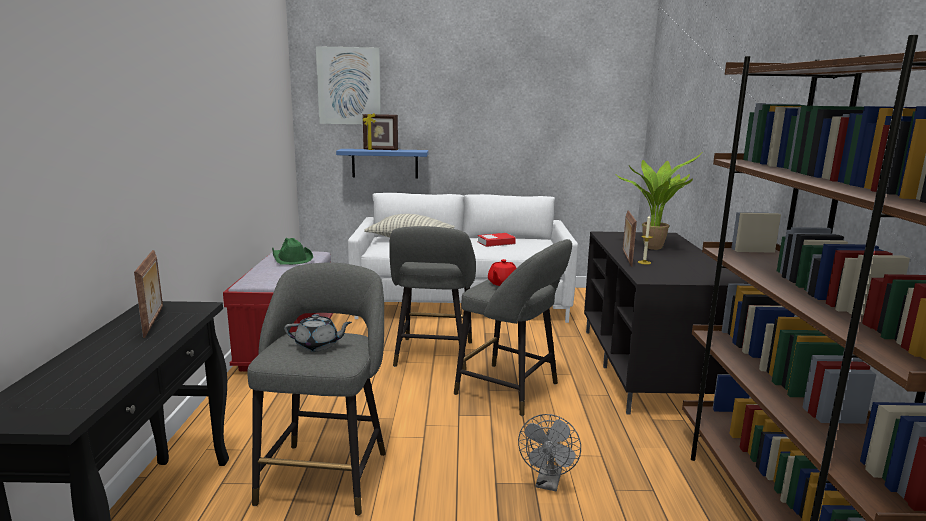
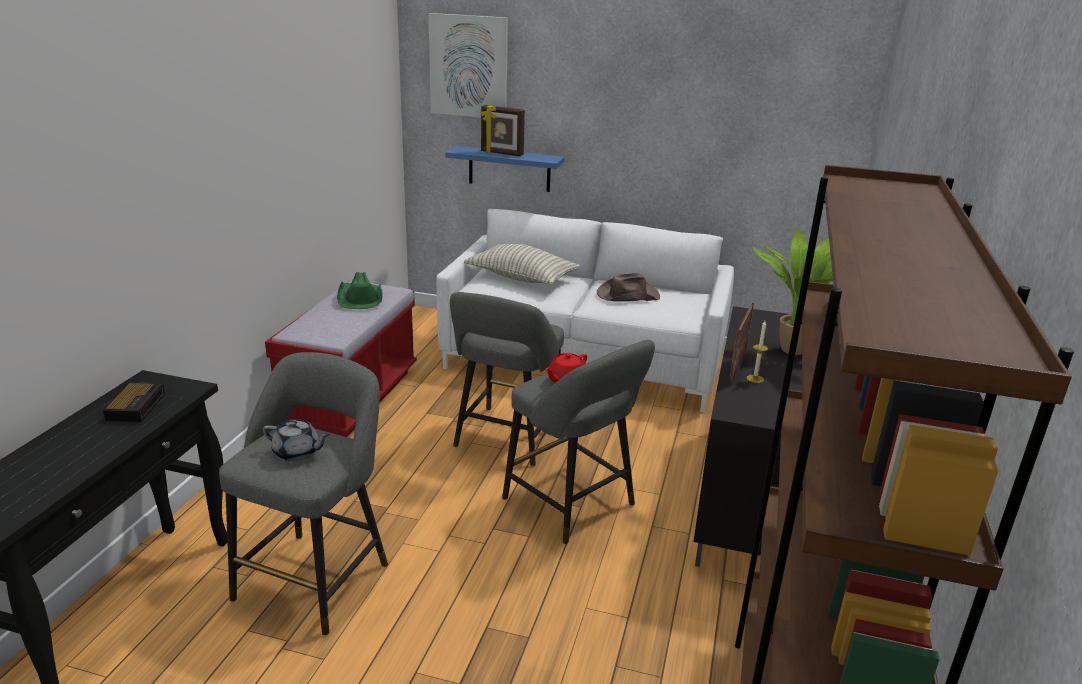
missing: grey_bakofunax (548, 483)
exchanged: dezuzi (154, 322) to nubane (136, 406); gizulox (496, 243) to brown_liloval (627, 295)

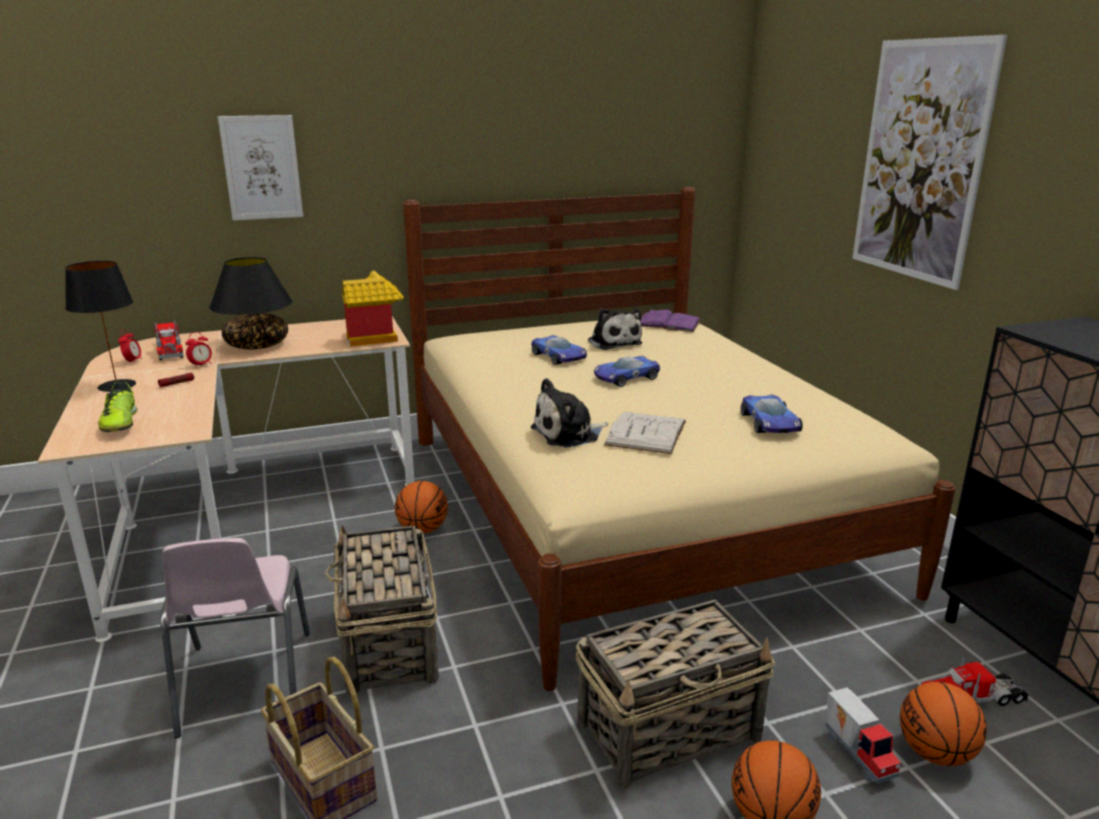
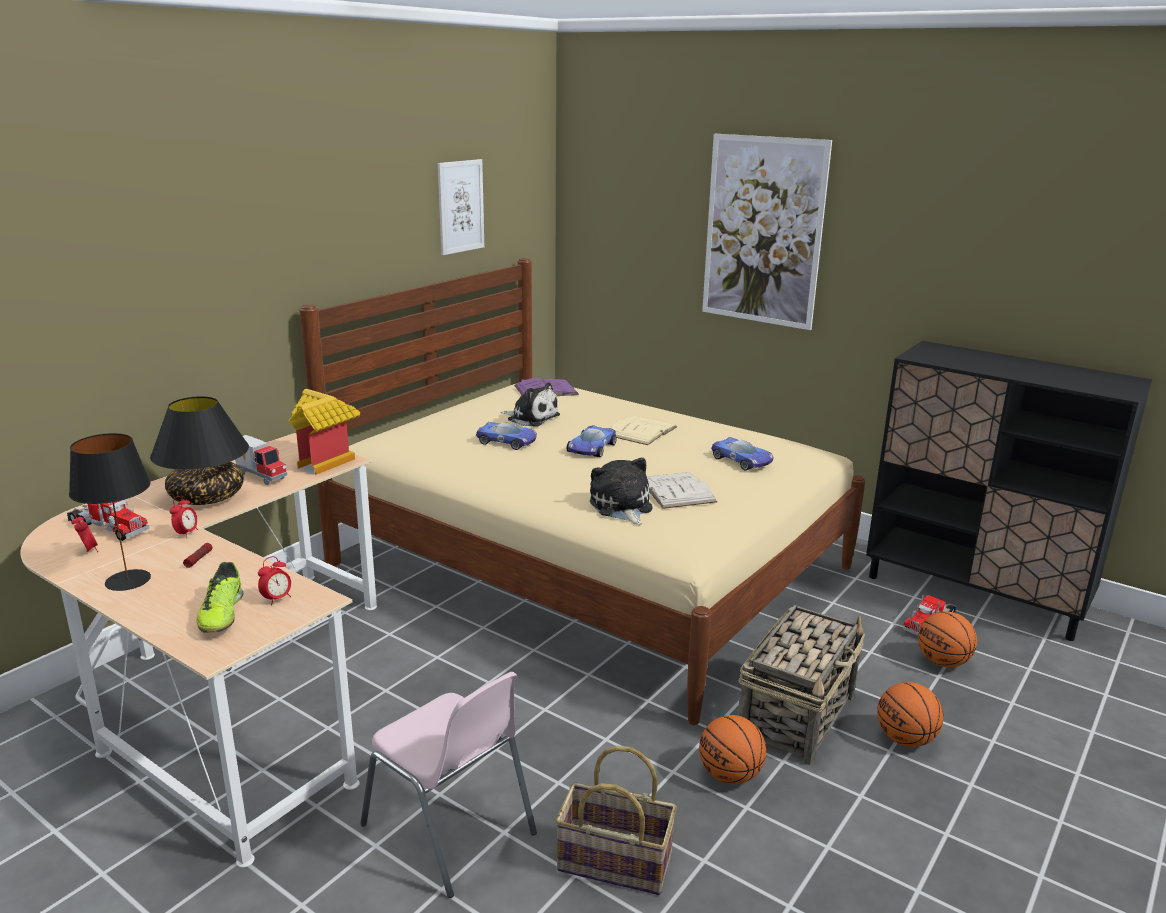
missing: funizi (389, 645)
appeared: nubane (277, 599); beige_gizulox (641, 431)
relocated: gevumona (859, 754) to (262, 476); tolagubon (261, 168) to (460, 206); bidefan (423, 530) to (730, 775)
spun: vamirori (120, 423) = (222, 614) 45 degrees clockwise; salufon (569, 434) = (621, 507) 135 degrees clockwise

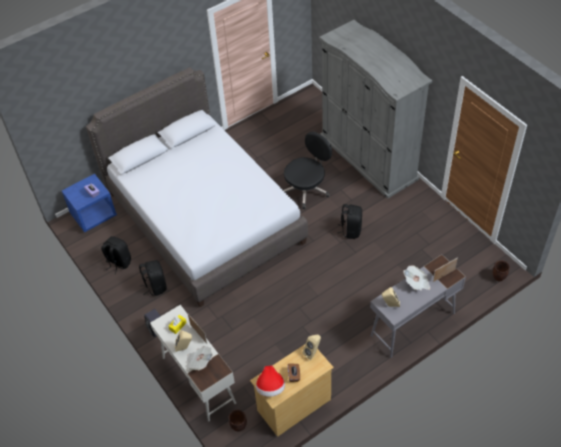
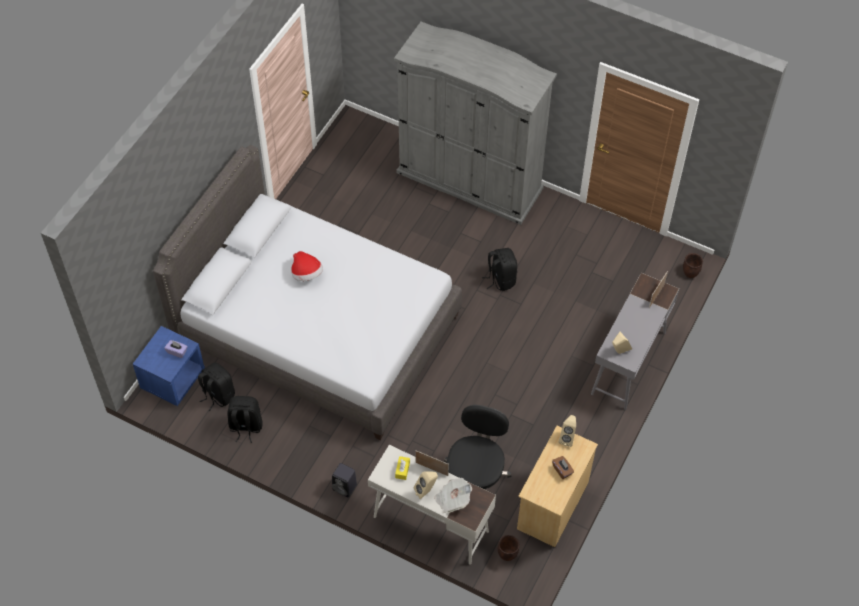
missing: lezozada (416, 283)
relocated: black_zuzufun (155, 286) to (218, 395); liloval (270, 388) to (307, 274); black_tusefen (307, 189) to (475, 476)

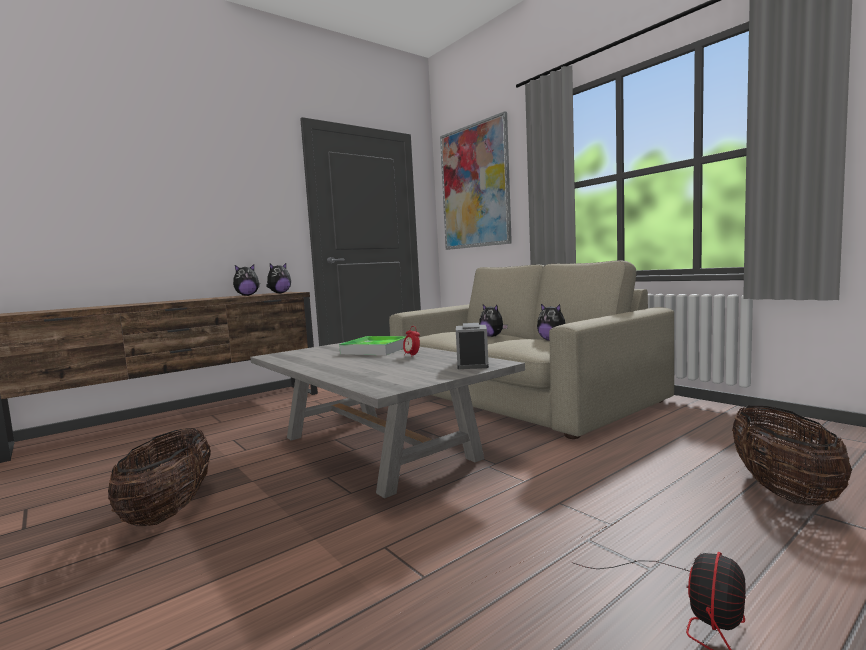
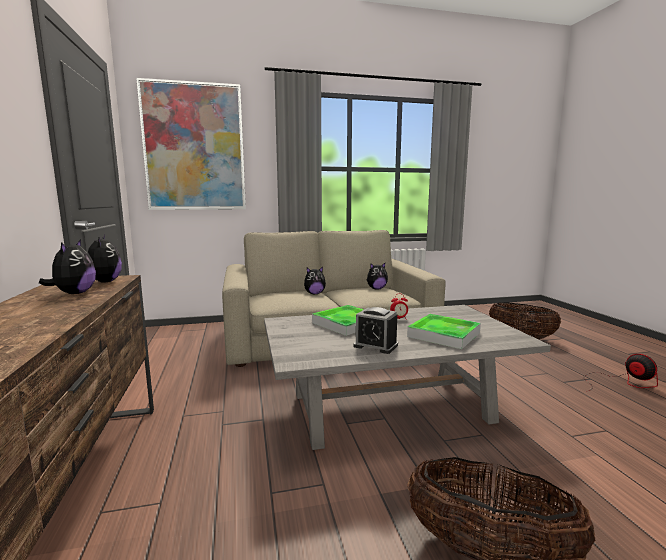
appeared: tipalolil (444, 335)
relocated: nubane (472, 364) to (375, 346)

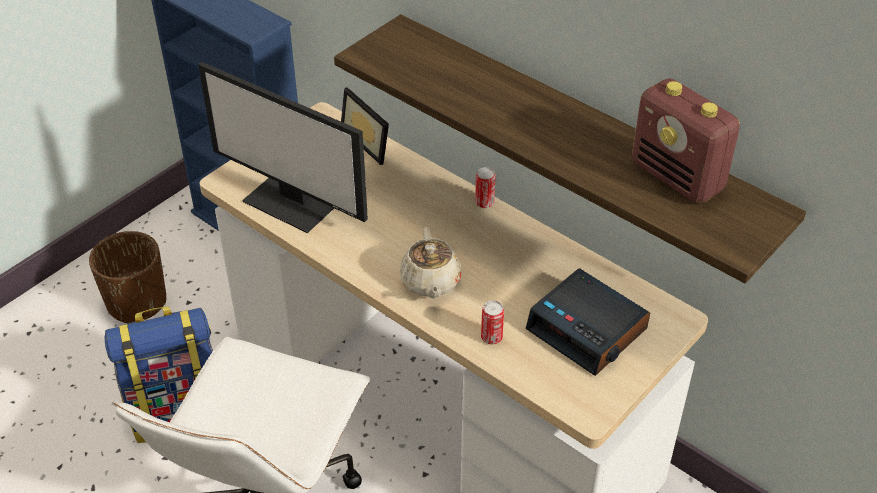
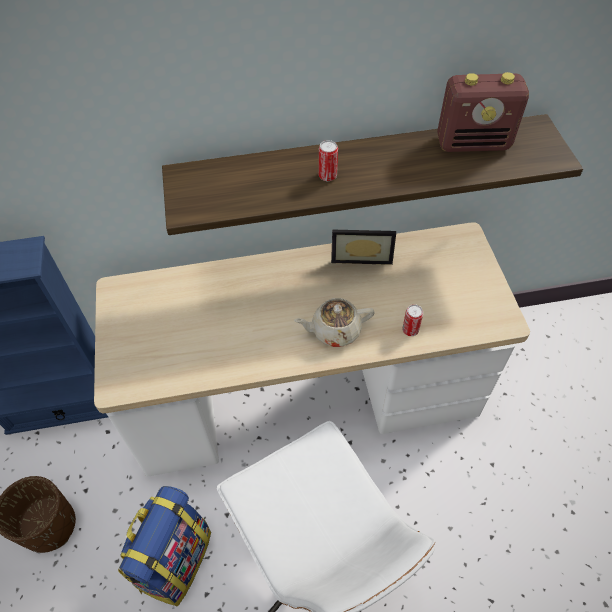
missing: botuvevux (292, 202); nubane (588, 330)
relocated: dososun (484, 203) to (327, 176); dezuzi (371, 141) to (361, 255)
spun: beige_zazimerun (430, 282) = (334, 330) 135 degrees clockwise

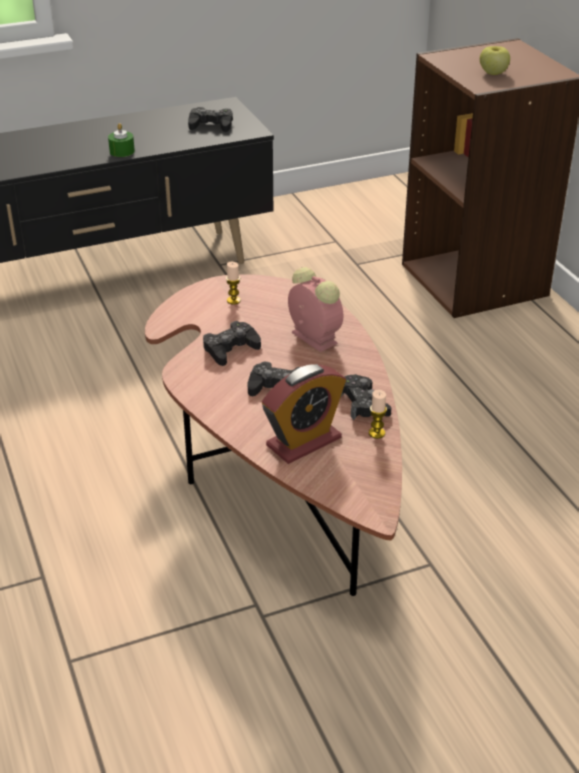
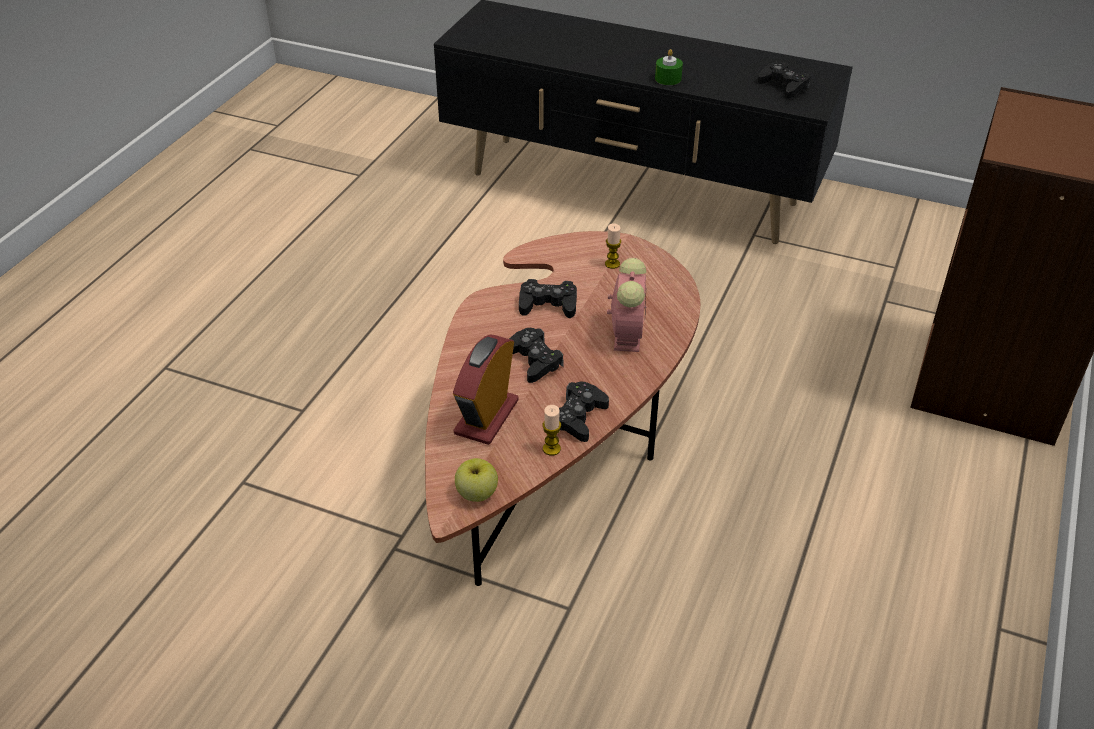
relocated: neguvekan (493, 73) to (477, 493)
spun: nubane (304, 442) = (486, 417) 105 degrees clockwise

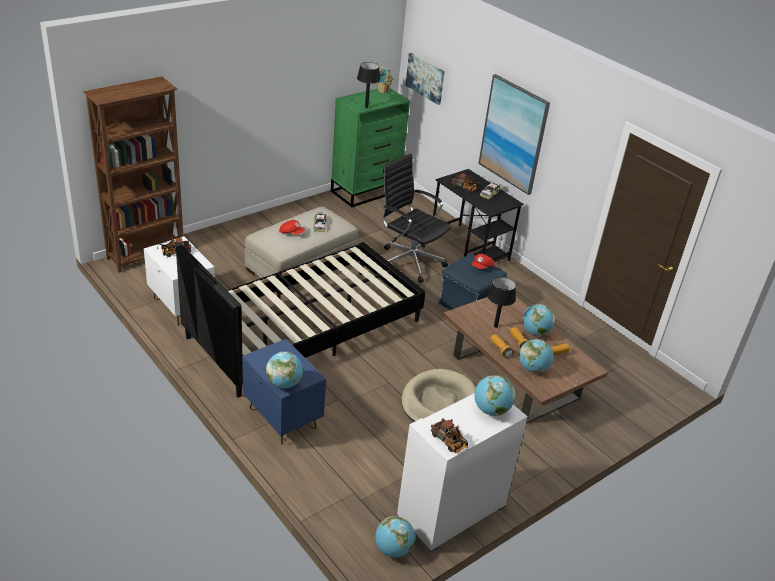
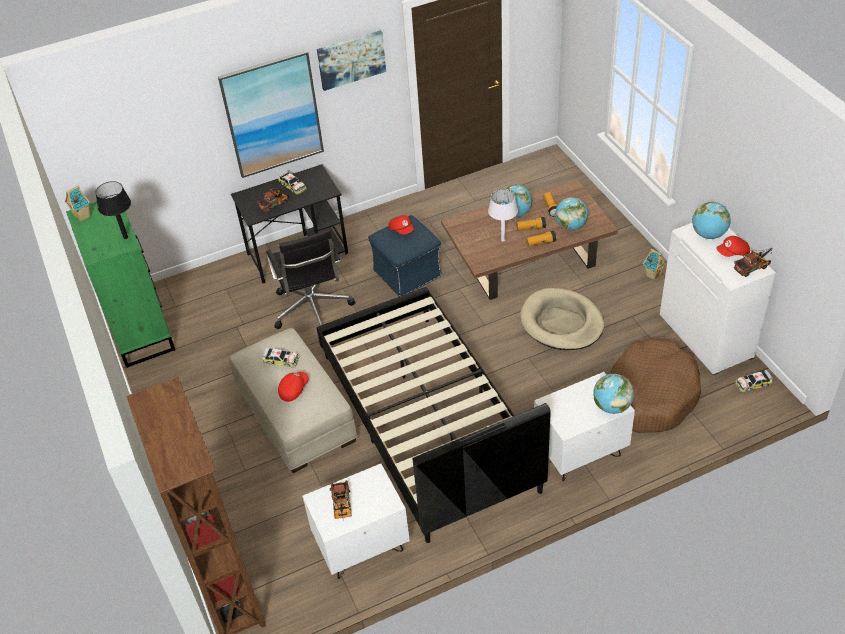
appeared: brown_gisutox (651, 395); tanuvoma (652, 274); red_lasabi (733, 253)
relocated: tolagubon (425, 78) to (351, 59)
exchanged: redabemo (393, 549) to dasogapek (752, 383)
colour: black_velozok (495, 326) to white_velozok (503, 239); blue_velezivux (282, 419) to white_velezivux (580, 453)
spun: black_tusefen (409, 261) = (312, 310) 75 degrees counterclockwise

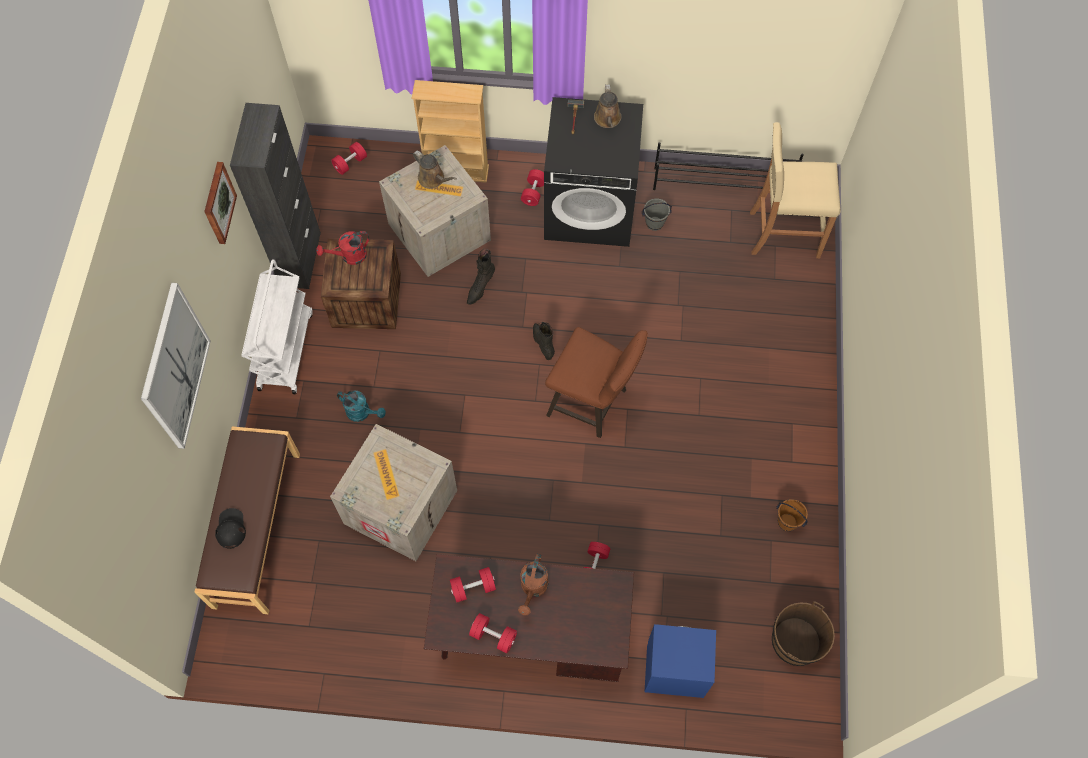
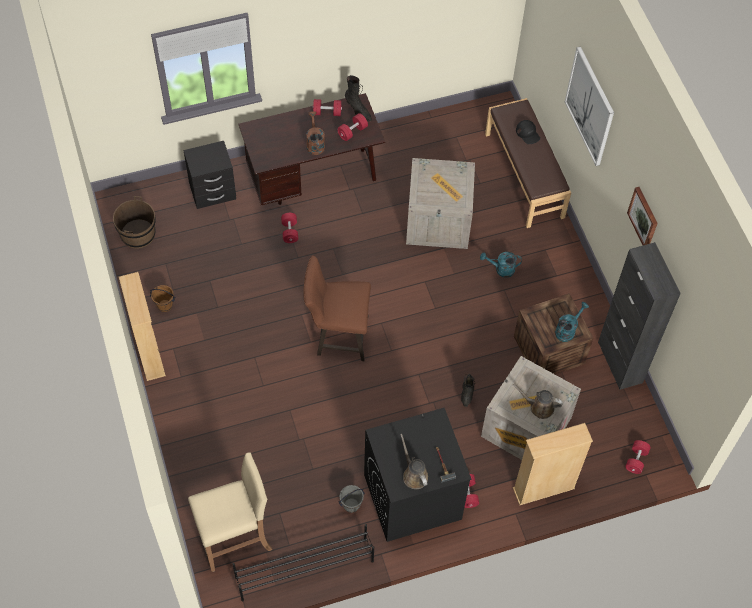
missing: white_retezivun (285, 350)
appeared: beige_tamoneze (149, 354)
relocated: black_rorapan (543, 344) to (358, 111)
colour: blue_velezivux (675, 670) to black_velezivux (212, 191); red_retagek (349, 256) to turquoise_retagek (567, 330)

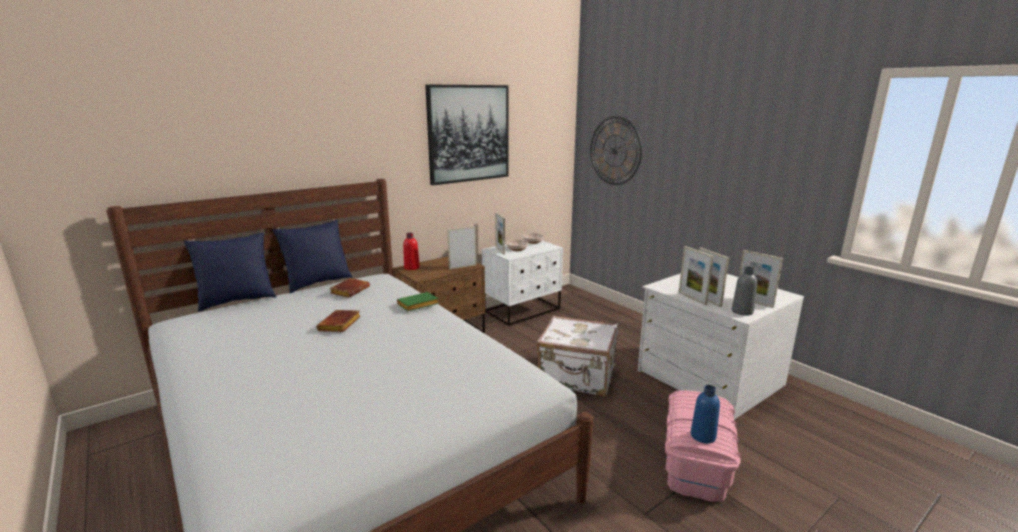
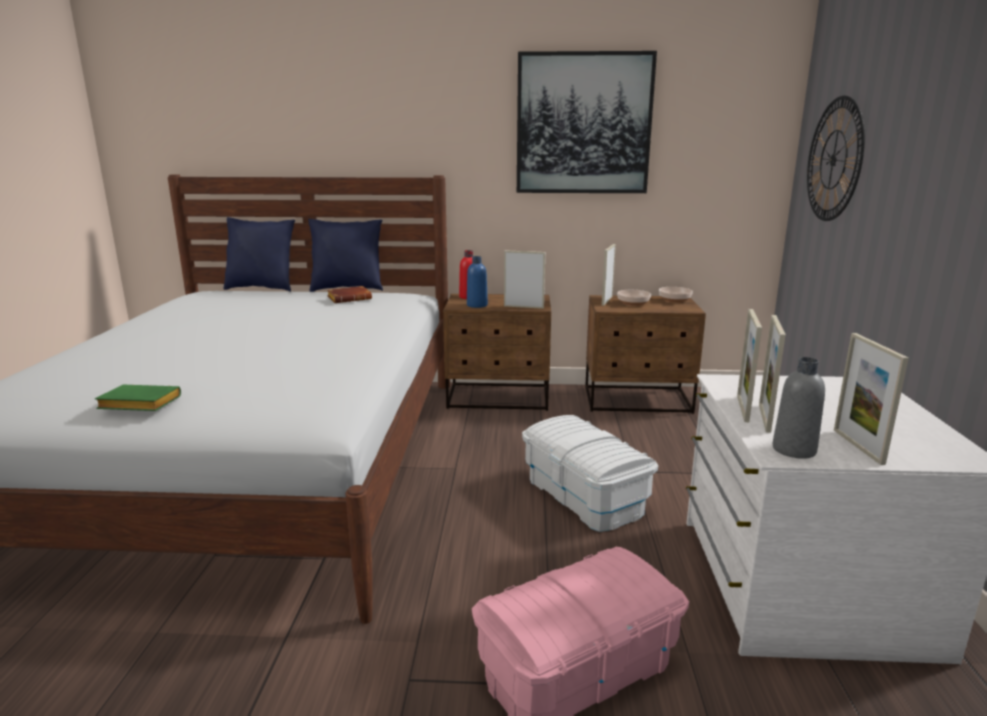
missing: brown_gizulox (340, 325)
relocated: green_gizulox (417, 305) to (137, 405); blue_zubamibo (703, 436) to (477, 305)
exchanged: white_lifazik (577, 377) to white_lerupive (584, 496)
colour: white_velezivux (523, 311) to brown_velezivux (638, 400)

